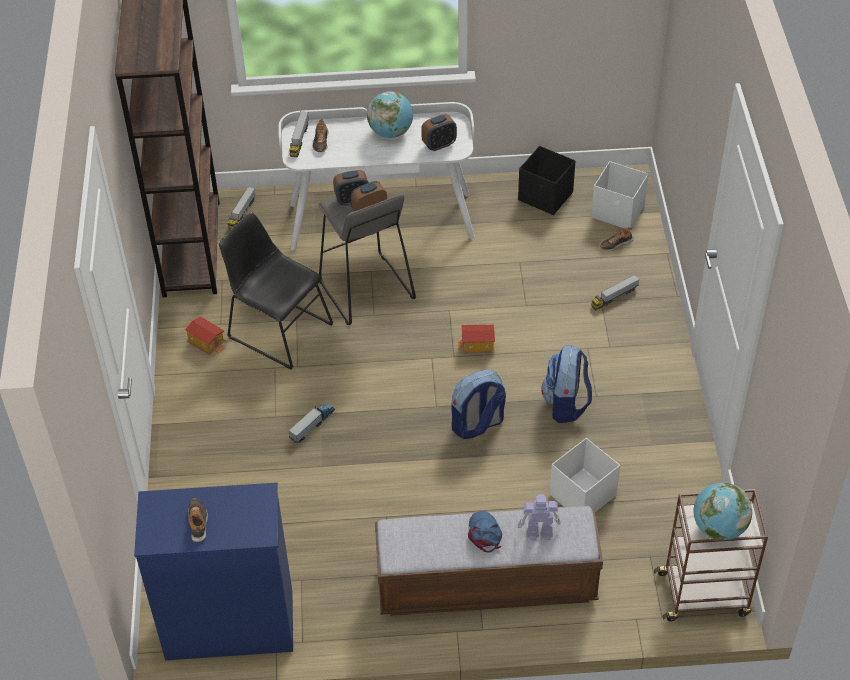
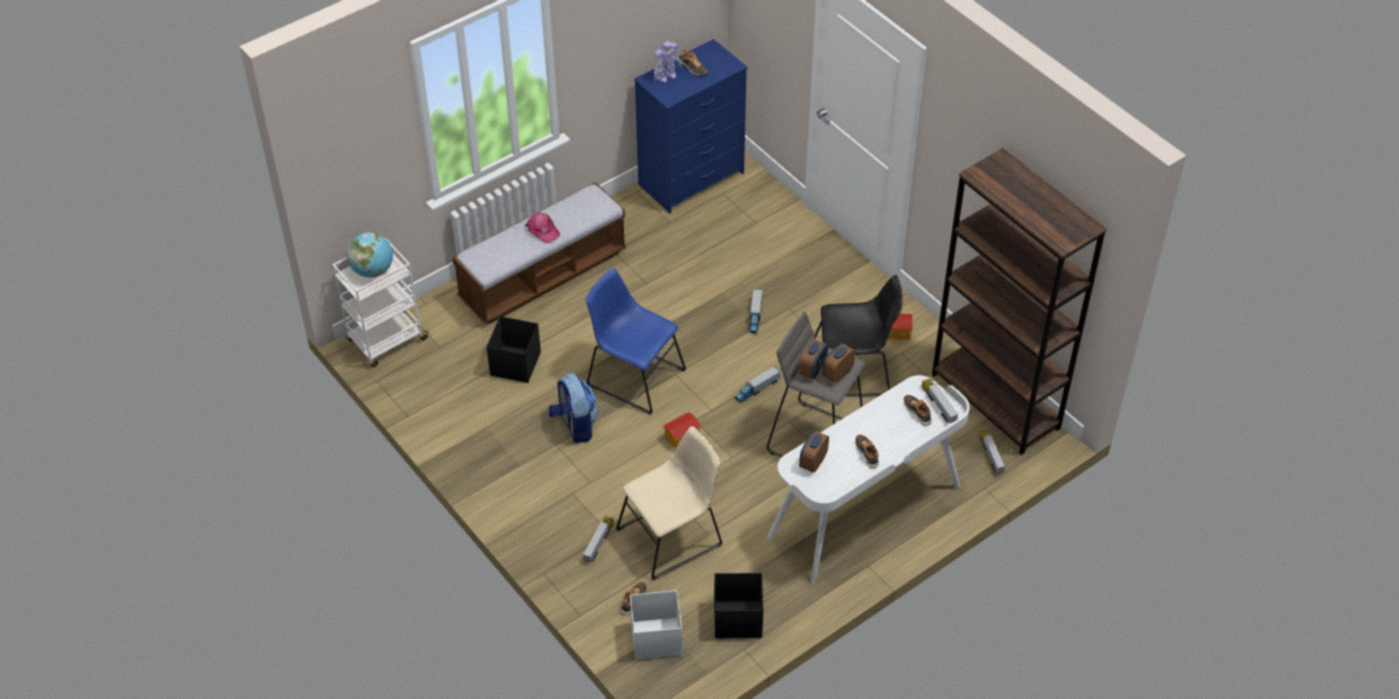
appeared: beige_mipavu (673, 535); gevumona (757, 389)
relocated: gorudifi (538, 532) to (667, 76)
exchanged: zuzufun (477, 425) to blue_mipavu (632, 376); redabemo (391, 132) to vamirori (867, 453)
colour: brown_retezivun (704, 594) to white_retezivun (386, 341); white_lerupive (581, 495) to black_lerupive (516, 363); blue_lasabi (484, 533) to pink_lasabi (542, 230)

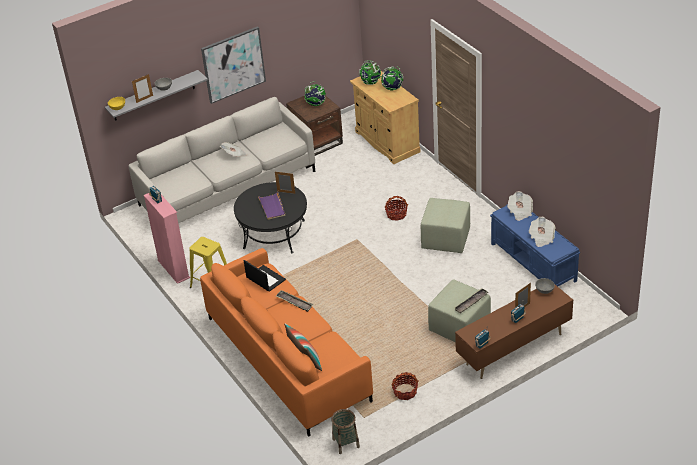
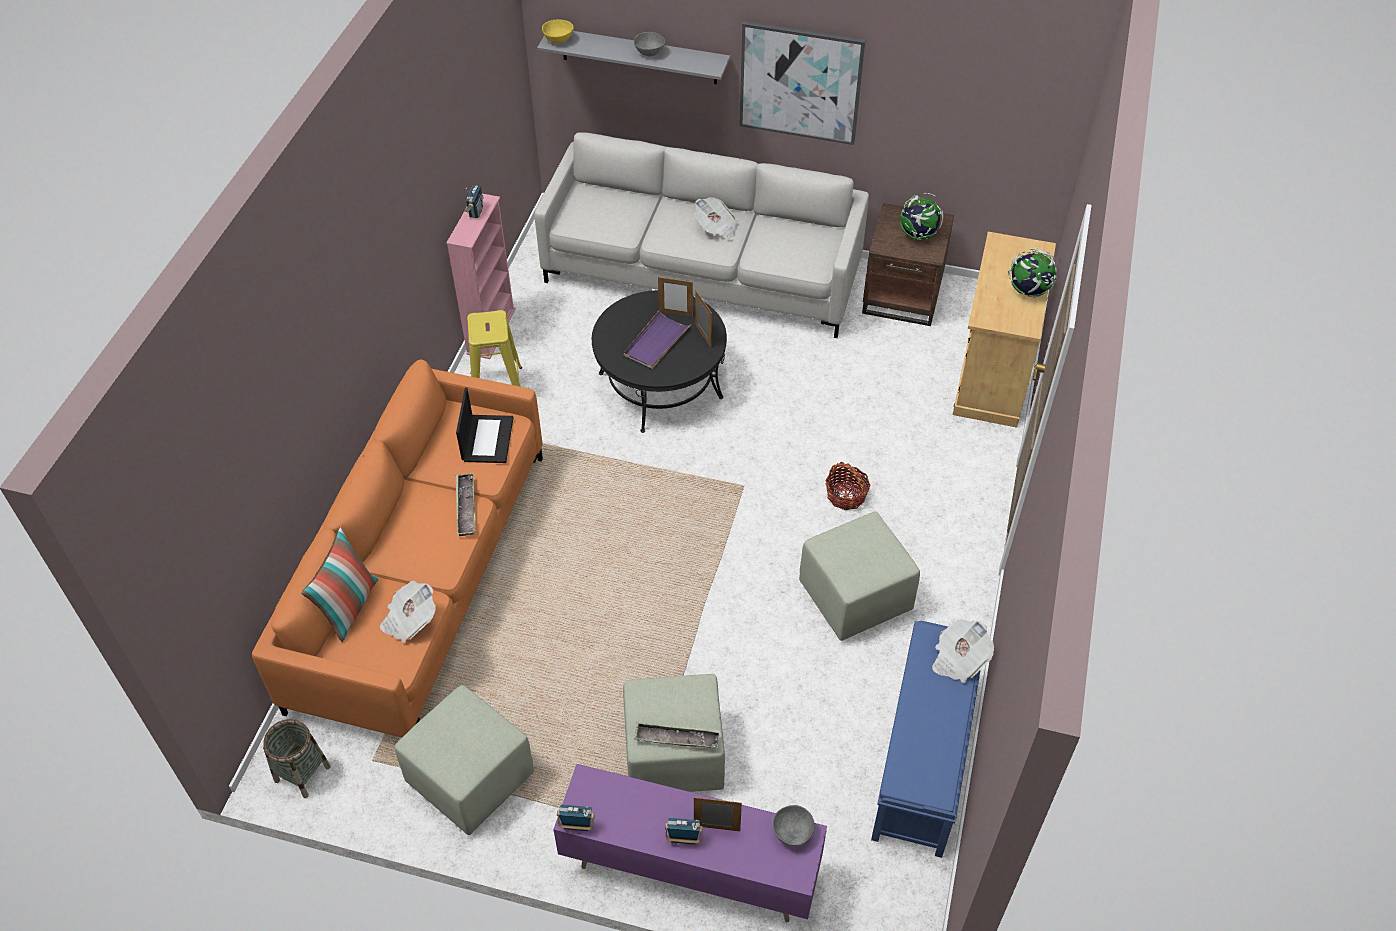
missing: redabemo (370, 82)
relocated: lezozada (541, 238) to (409, 620); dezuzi (144, 99) to (675, 313)
exchanged: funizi (405, 392) to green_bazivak (469, 778)
colour: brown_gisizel (513, 349) to purple_gisizel (690, 870)

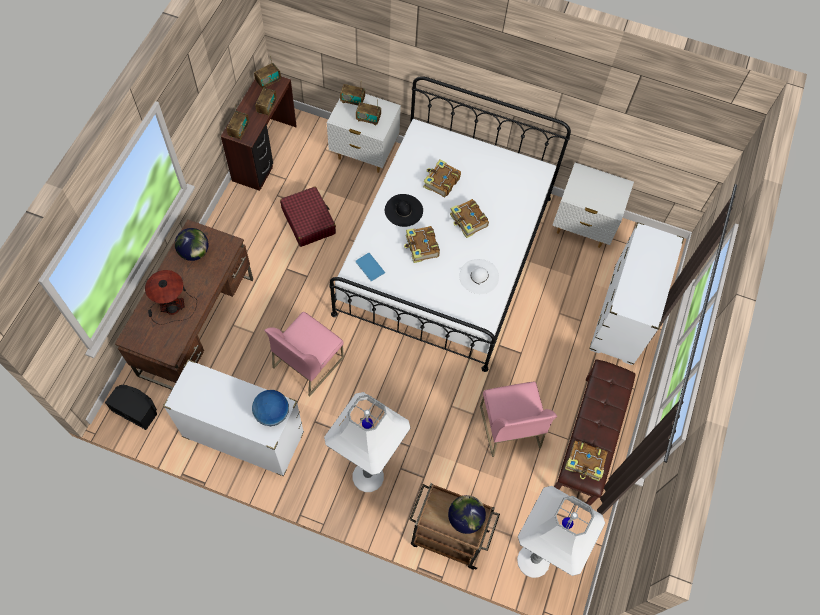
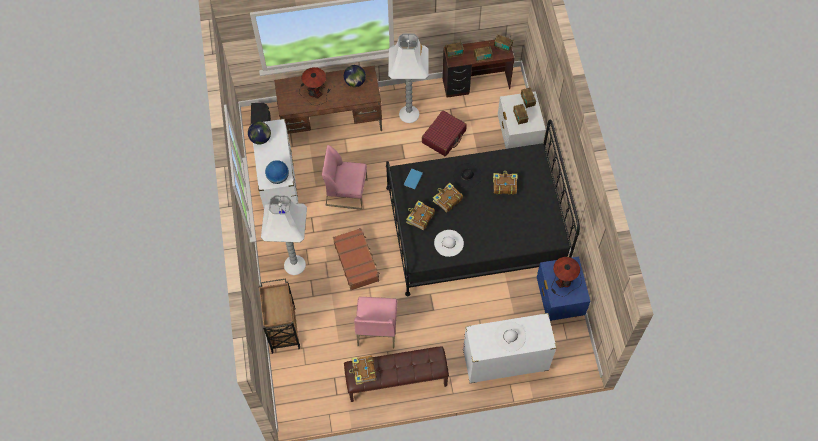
appeared: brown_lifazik (356, 261); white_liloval (510, 336); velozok (565, 280)
relocated: redabemo (465, 518) to (260, 138); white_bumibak (533, 560) to (409, 114); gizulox (468, 221) to (420, 217)
colour: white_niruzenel (445, 254) to black_niruzenel (475, 227); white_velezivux (582, 228) to blue_velezivux (558, 302)
spun: pink_mipavu (509, 426) = (376, 328) 45 degrees counterclockwise

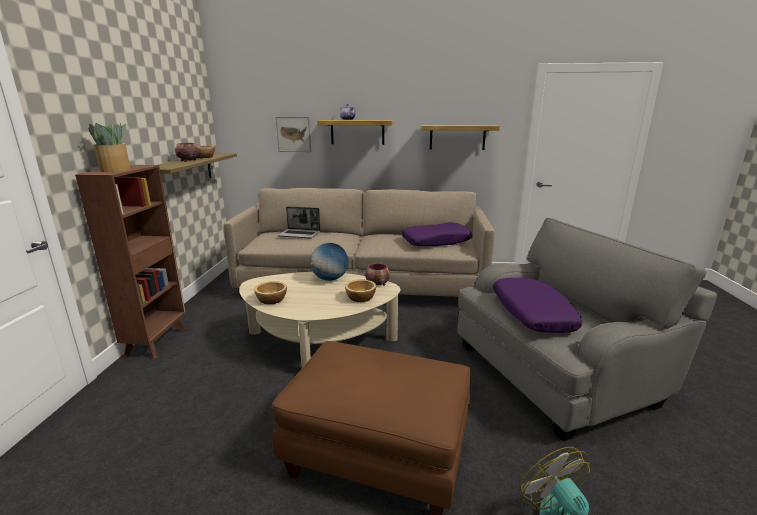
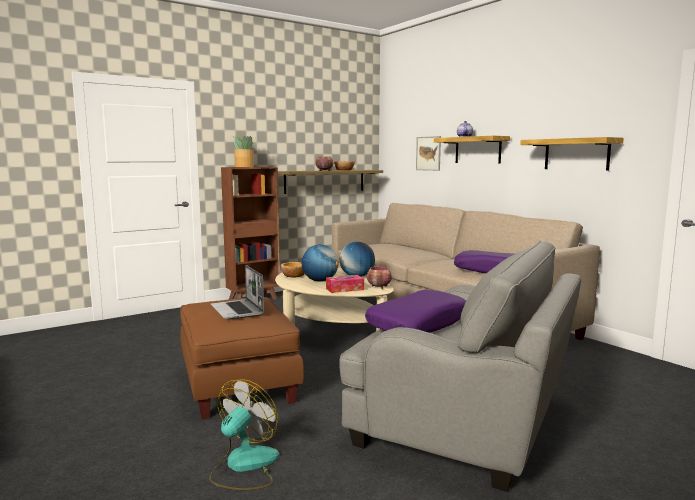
appeared: redabemo (320, 281)
relocated: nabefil (300, 234) to (238, 311)
exchanged: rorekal (361, 298) to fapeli (345, 289)

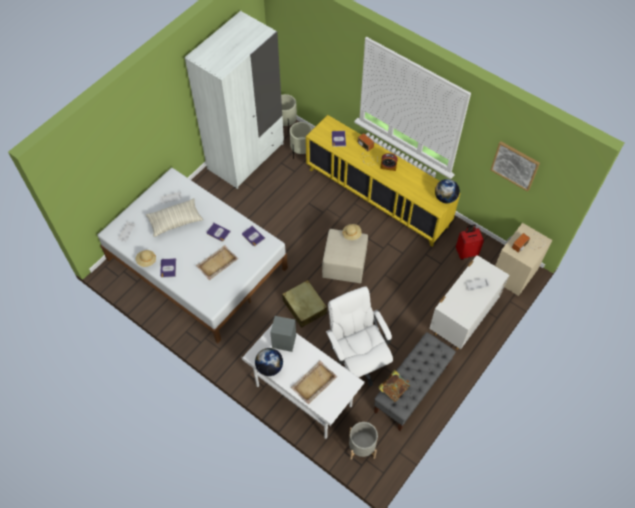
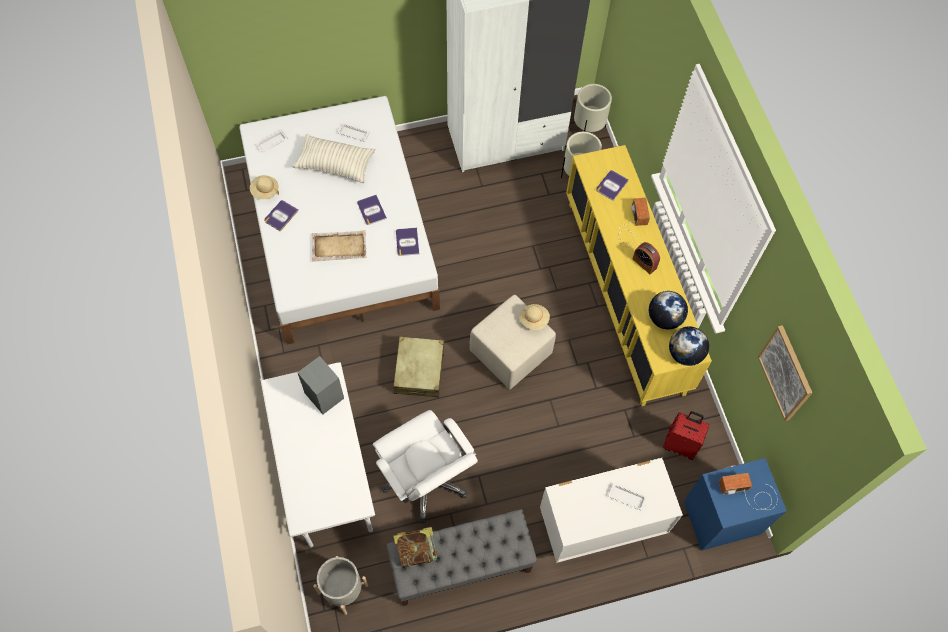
missing: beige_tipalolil (313, 383)
relocated: redabemo (269, 367) to (664, 318)
colour: beige_velezivux (513, 273) to blue_velezivux (721, 516)
spun: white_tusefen (357, 360) = (426, 480) 135 degrees clockwise

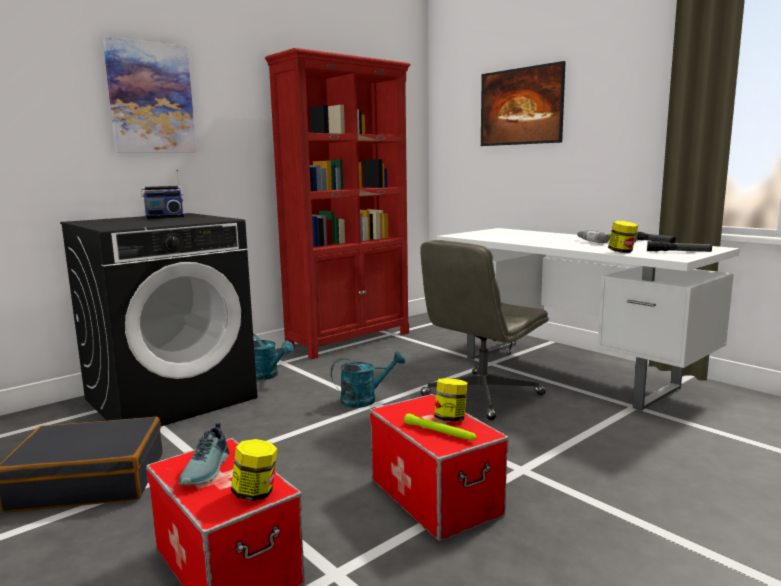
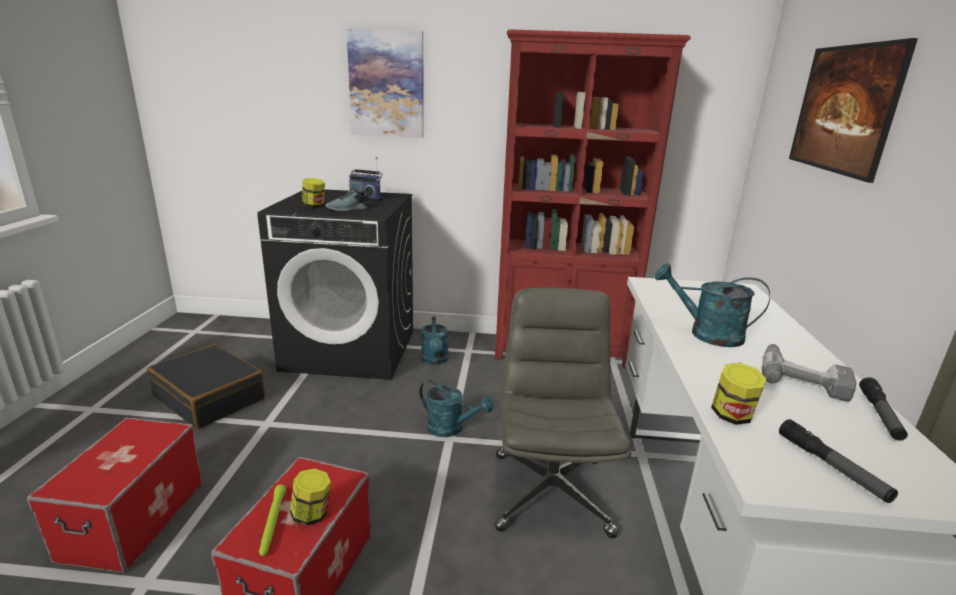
appeared: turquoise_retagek (706, 334)
relocated: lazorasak (256, 493) to (314, 206); vamirori (208, 470) to (349, 209)
spun: grey_tusefen (482, 396) = (550, 491) 90 degrees clockwise

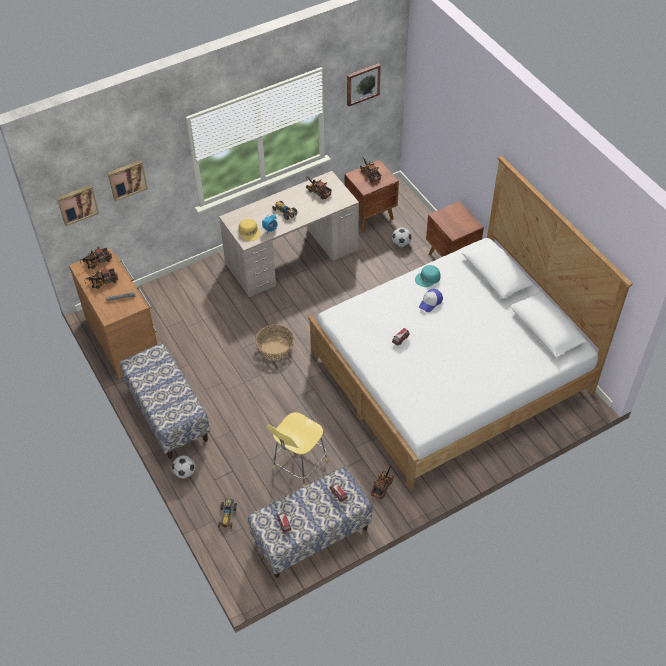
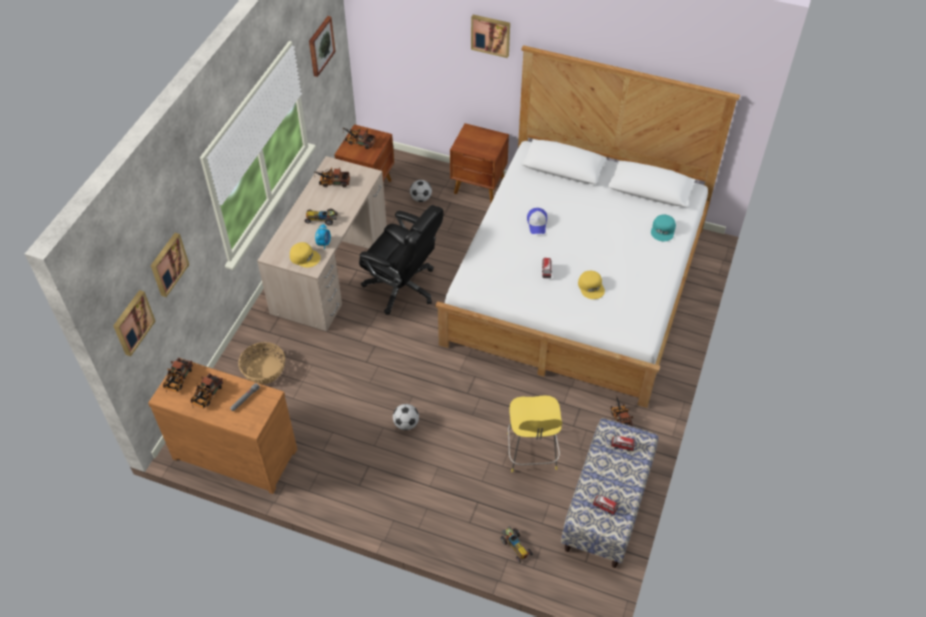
missing: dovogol (168, 414)
appeared: black_tusefen (402, 287); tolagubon (491, 35); yellow_lasabi (591, 287)
relocated: funizi (275, 347) to (263, 370); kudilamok (185, 472) to (406, 424); turquoise_lasabi (428, 278) to (663, 230)

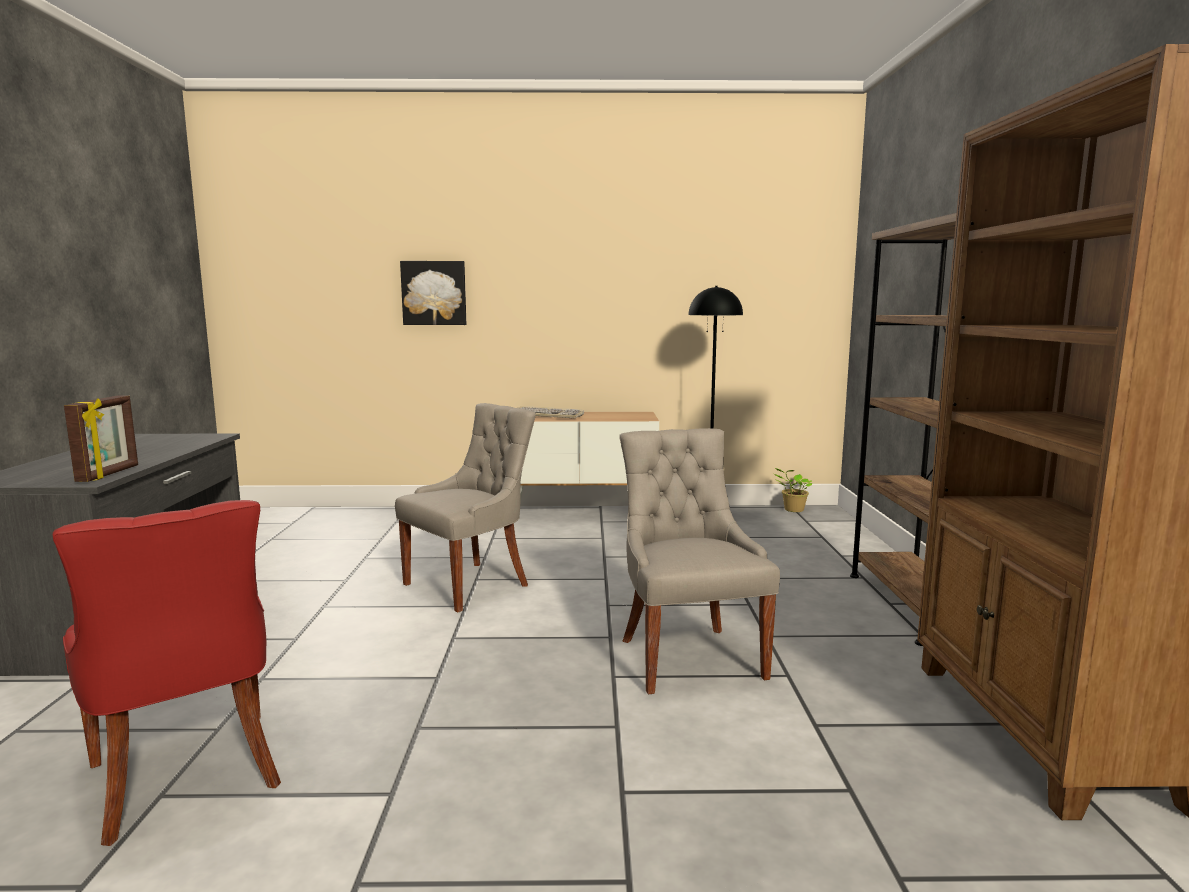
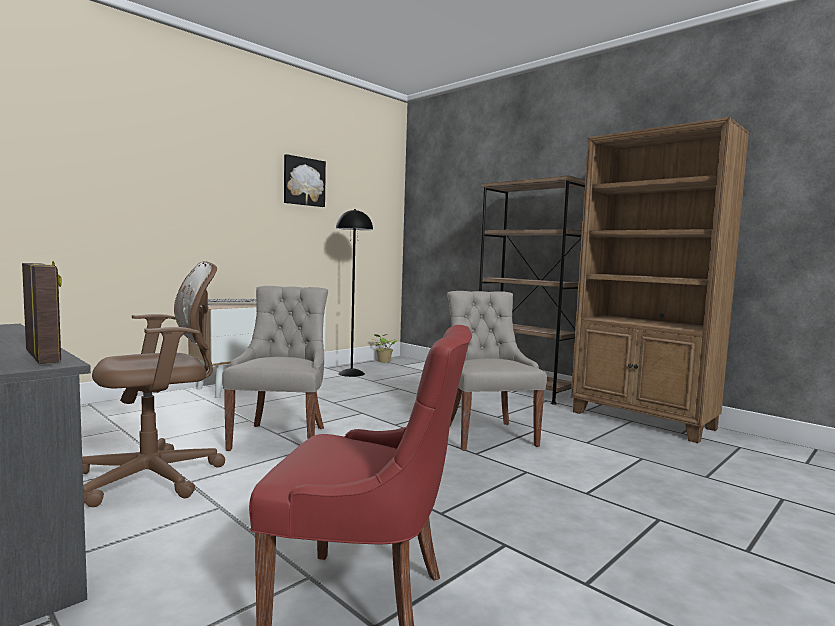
appeared: brown_tusefen (157, 477)
relocated: tolagubon (434, 293) to (303, 181)
spun: grey_mipavu (688, 657) = (487, 435) 45 degrees clockwise

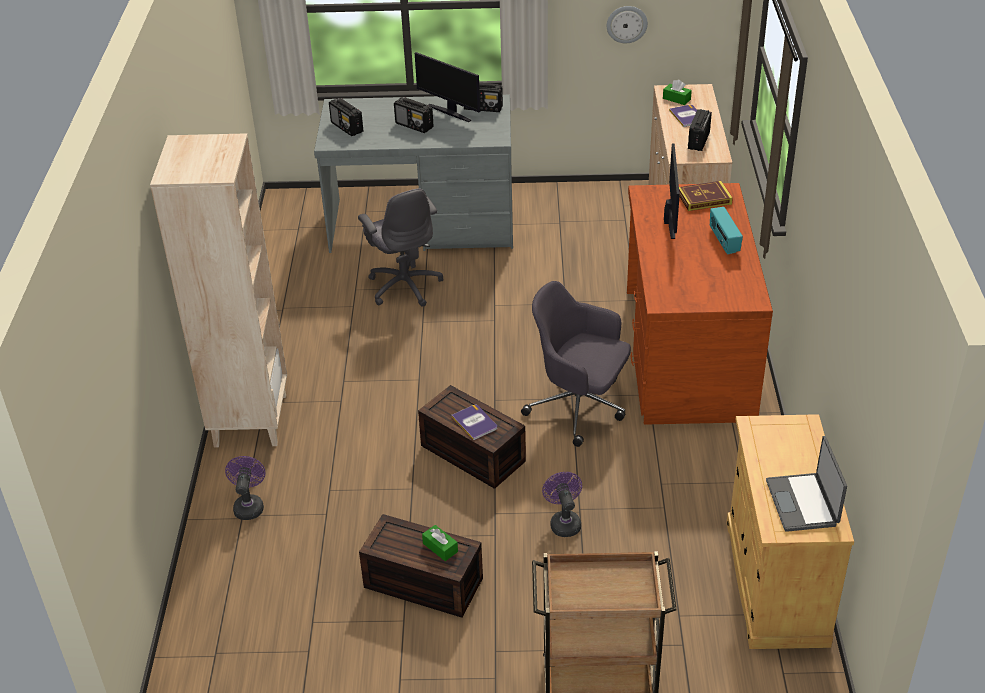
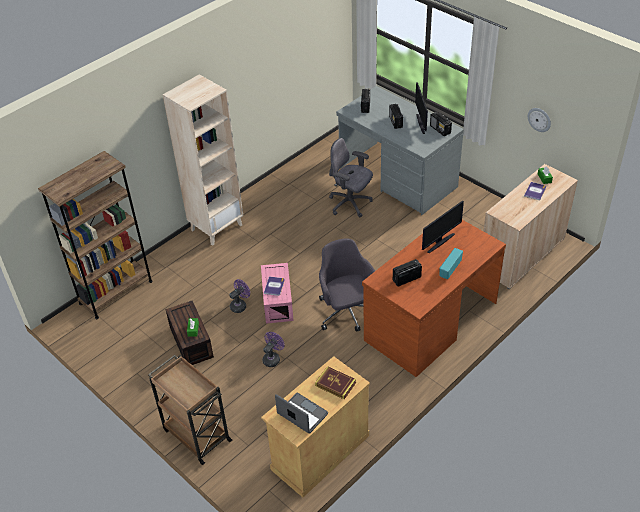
appeared: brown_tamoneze (116, 292)
relocated: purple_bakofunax (249, 505) to (240, 305); gizulox (704, 199) to (335, 384); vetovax (698, 141) to (406, 279)
colour: brown_lerupive (470, 453) to pink_lerupive (277, 301)
spun: nabefil (803, 503) = (302, 414) 90 degrees clockwise; grey_tusefen (405, 286) = (350, 204) 105 degrees clockwise

